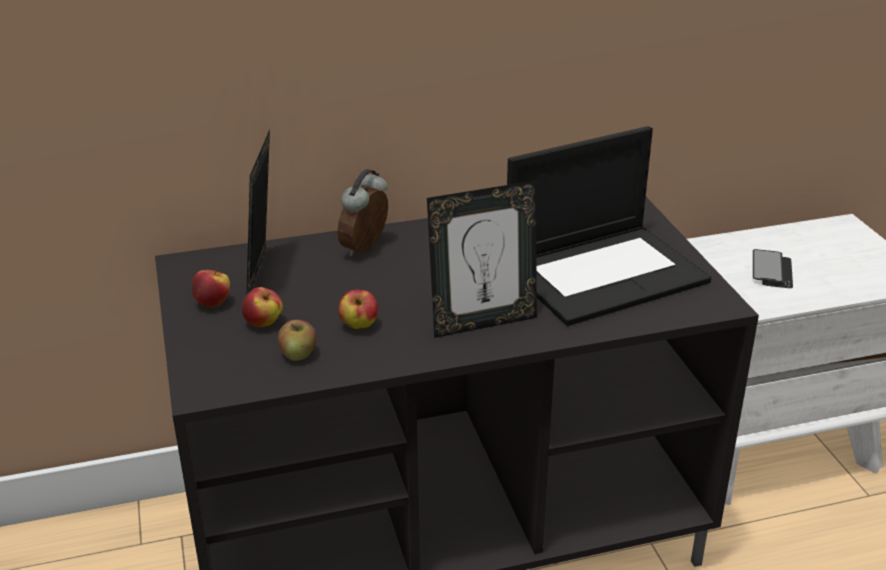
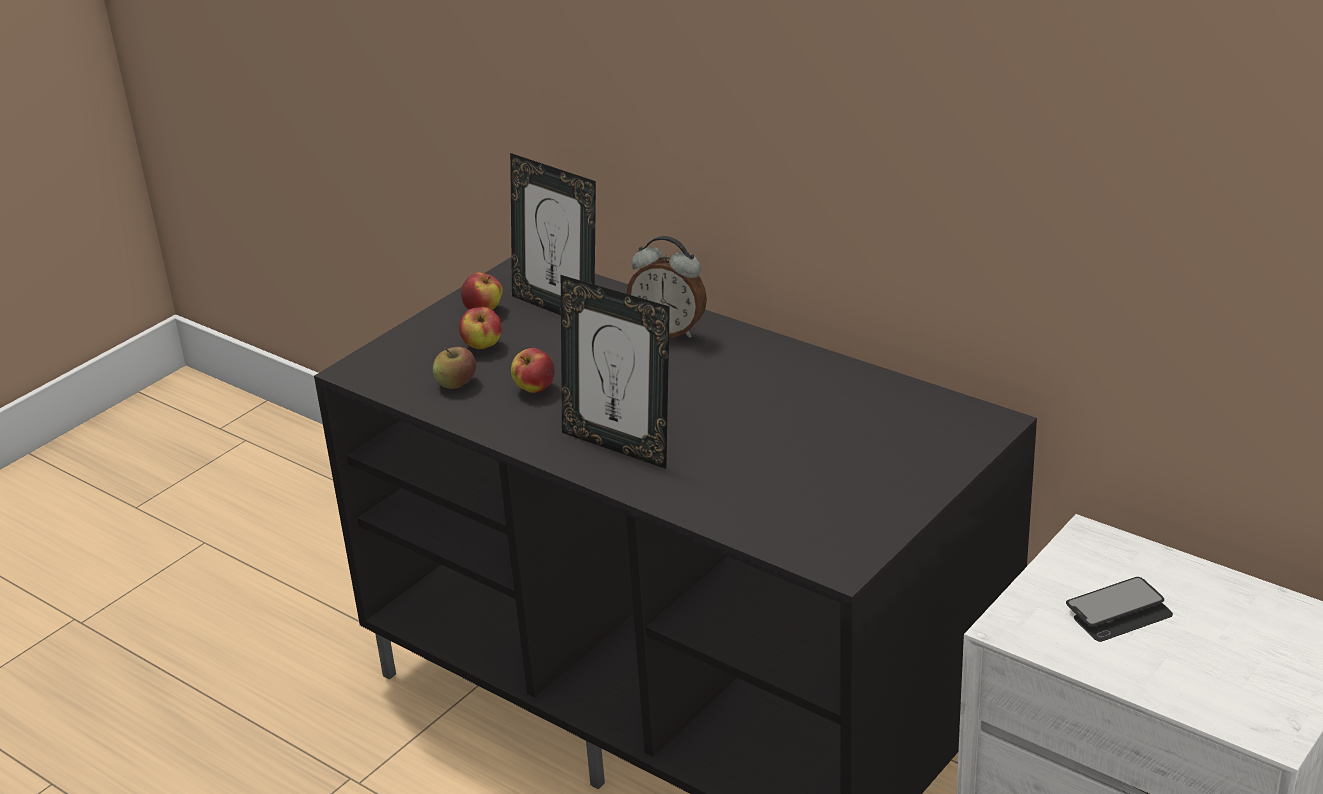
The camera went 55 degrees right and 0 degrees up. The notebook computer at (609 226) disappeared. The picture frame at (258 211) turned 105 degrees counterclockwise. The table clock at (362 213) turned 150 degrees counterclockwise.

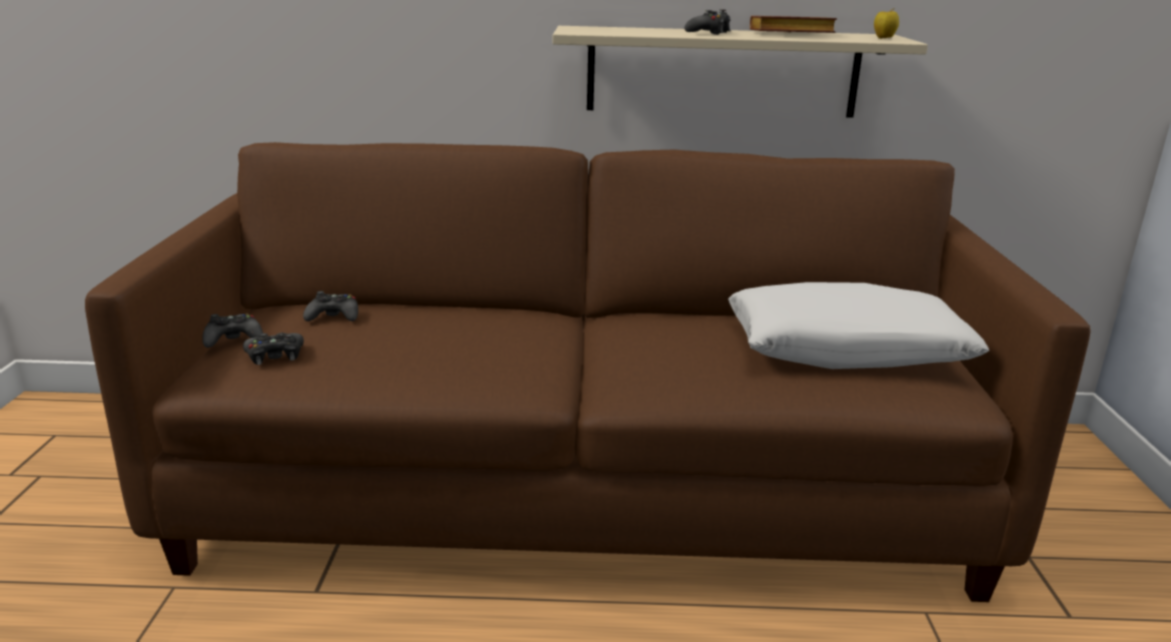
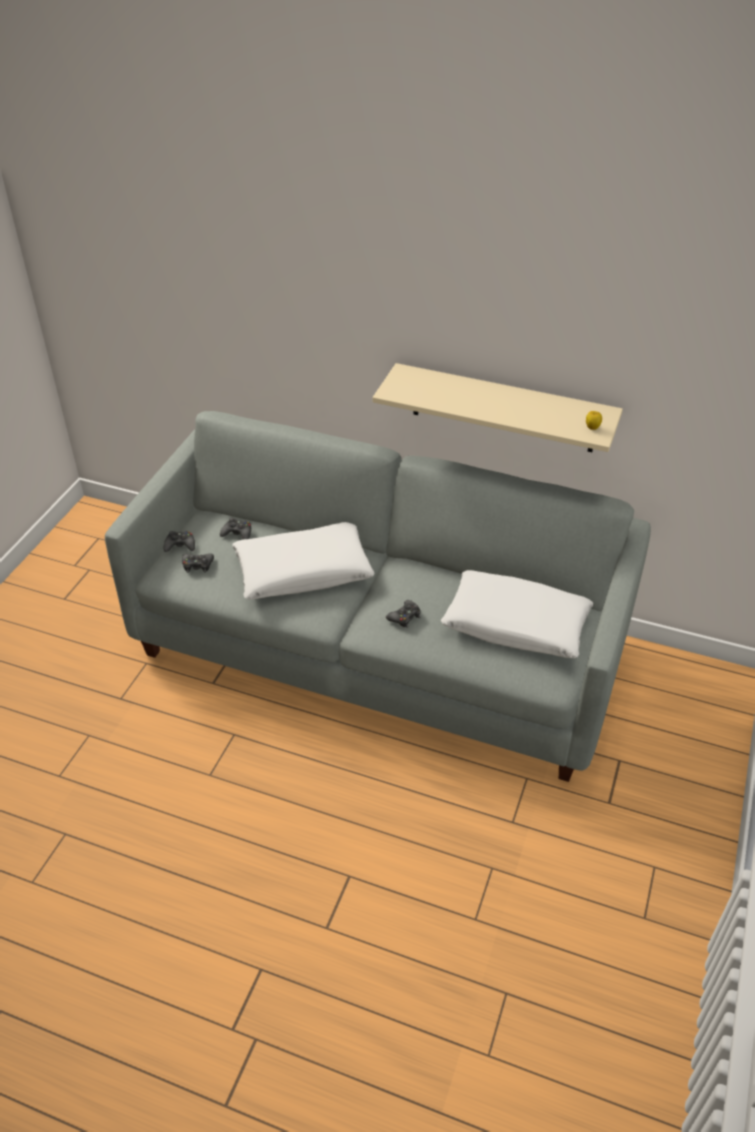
The camera went 20 degrees right and 20 degrees up. The brown book at (793 24) disappeared. The white-coloured throw pillow at (303 560) appeared. The black gamepad moved from (707 22) to (403 613). The brown couch at (587 372) became the gray couch at (378 596).

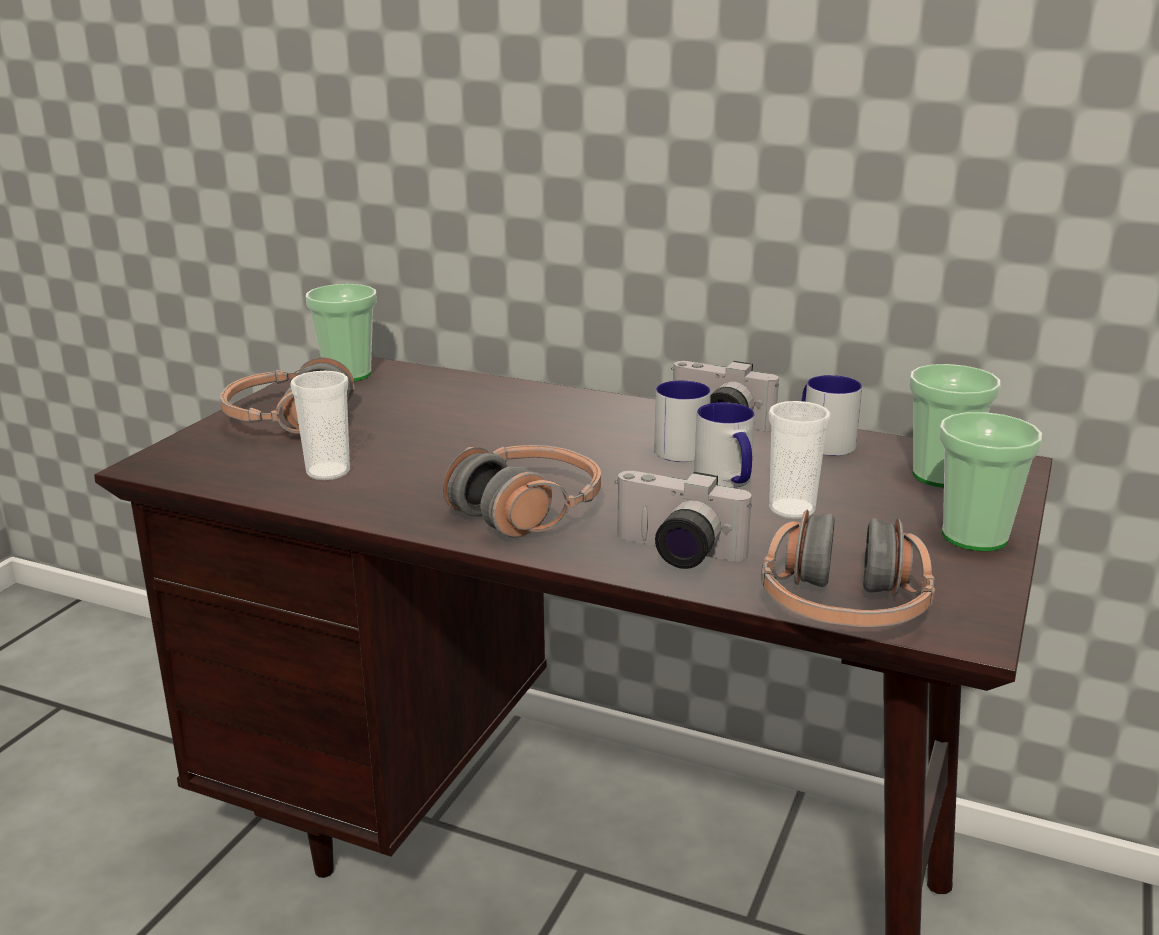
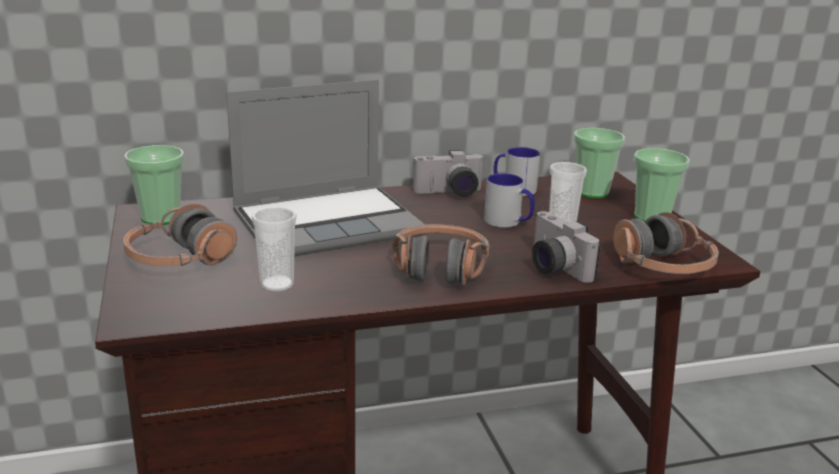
The camera went 40 degrees left and 0 degrees up. The coffee mug at (682 421) disappeared. The notebook computer at (325 168) appeared. The photo camera at (683 520) turned 75 degrees clockwise.

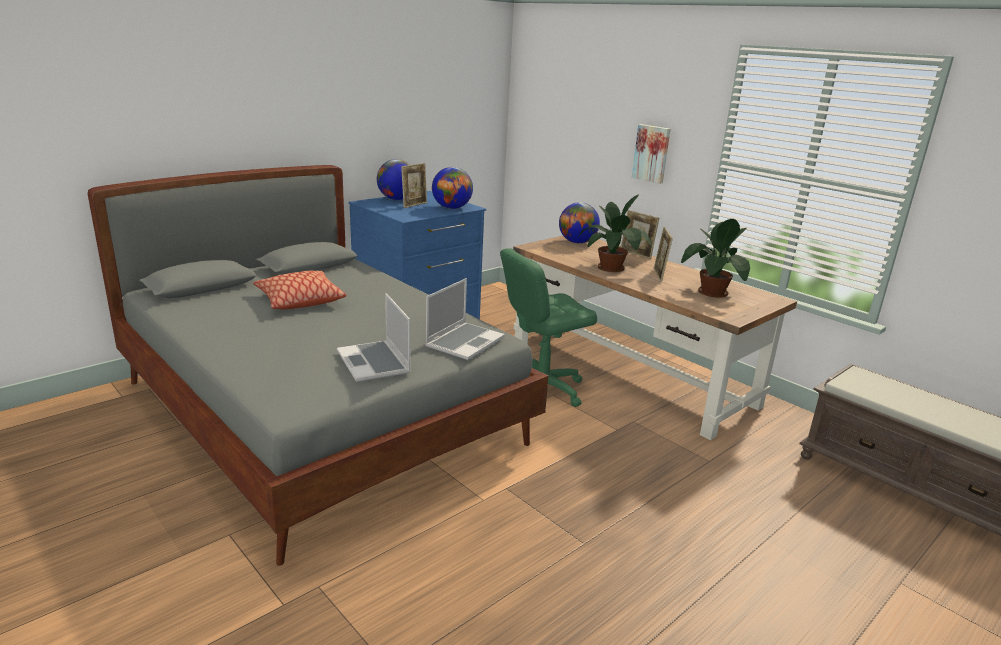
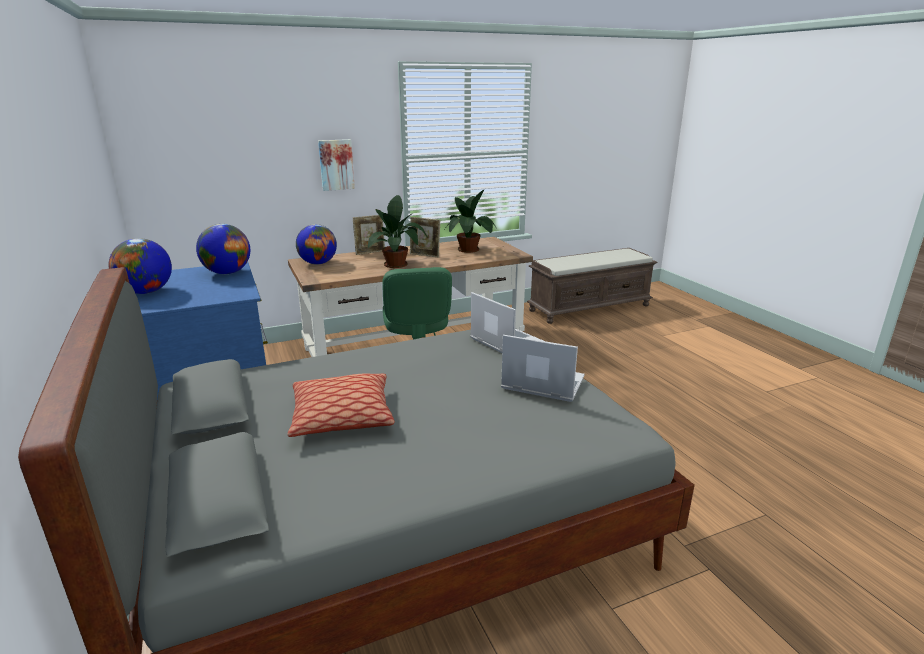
The camera went 70 degrees left and 0 degrees up. The picture frame at (414 185) disappeared. The notebook computer at (374 337) turned 150 degrees counterclockwise.

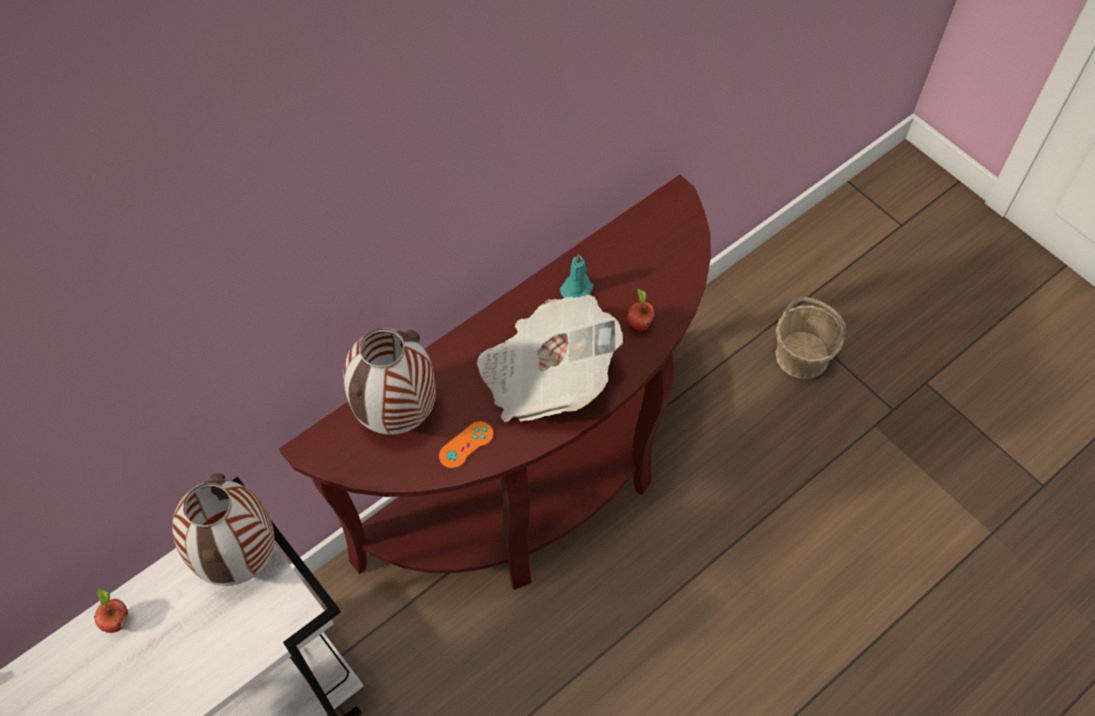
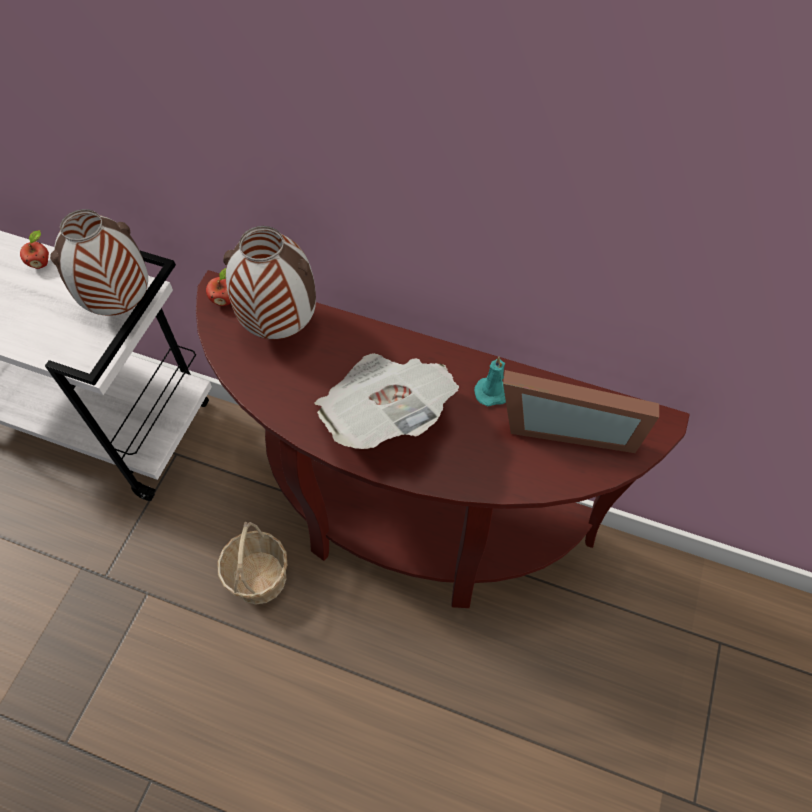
The camera went 60 degrees right and 0 degrees up. The orangey gamepad at (466 444) disappeared. The picture frame at (581 411) appeared. The apple moved from (640 309) to (218 287). The household basket moved from (810 338) to (252 563).

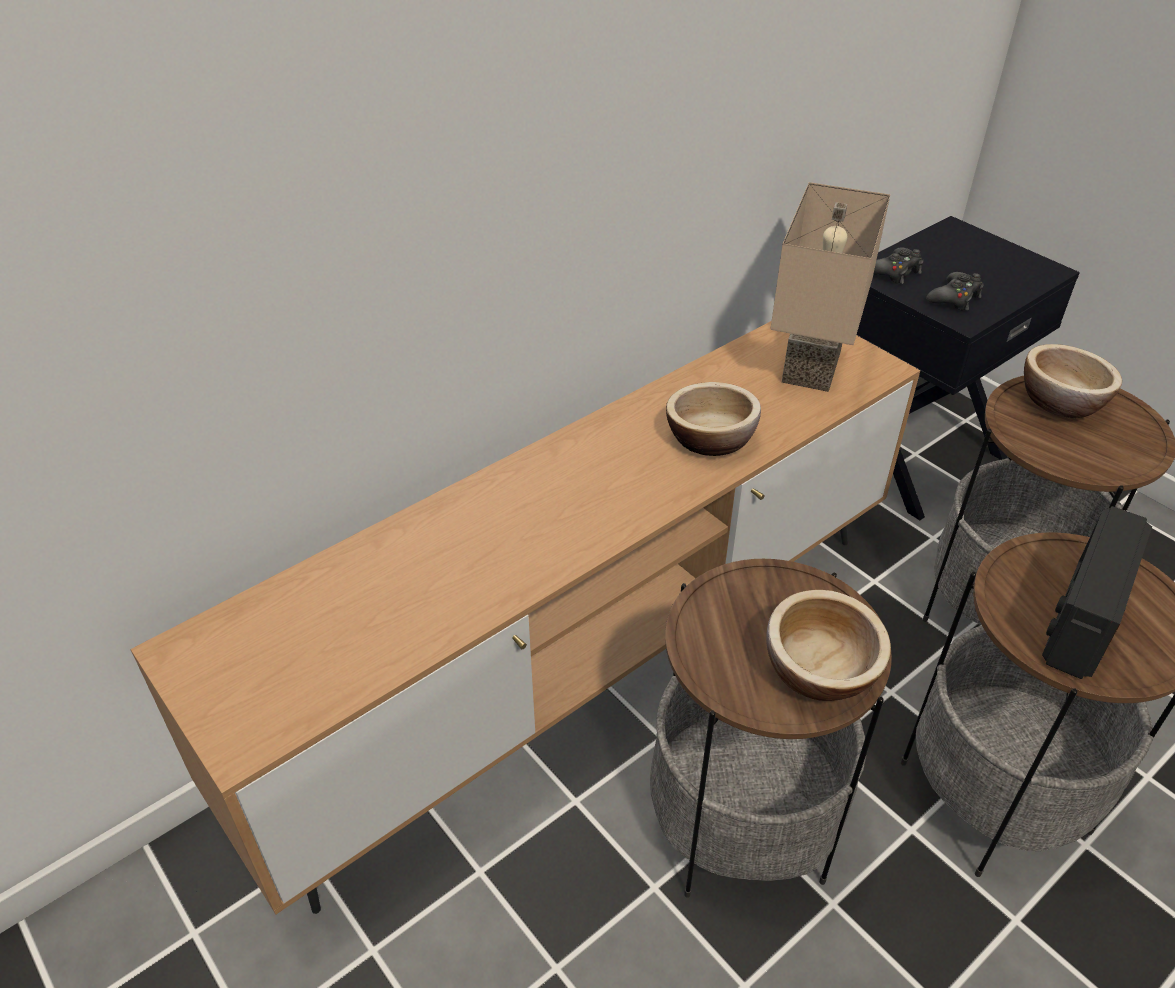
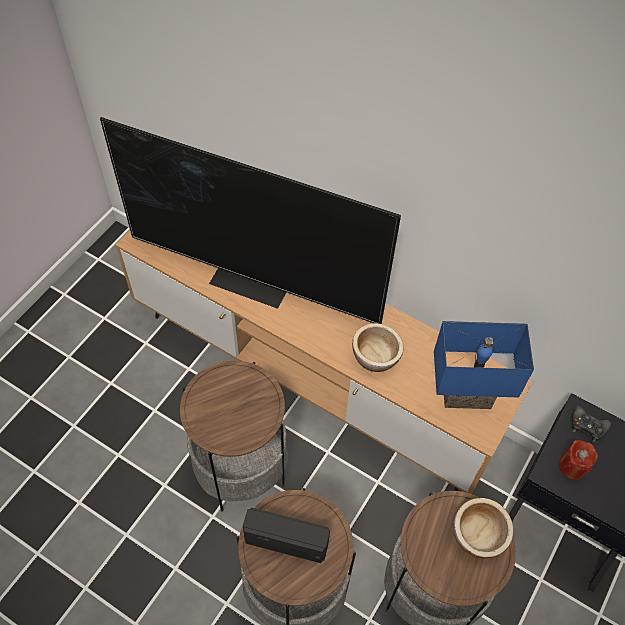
The camera went 70 degrees right and 15 degrees up. The serving bowl at (828 645) disappeared. The TV at (250 220) appeared. The black gamepad at (955 291) was replaced by the red candle at (578 460). The sand-coloured tabletop lamp at (830 287) became the bluish tabletop lamp at (484 365).

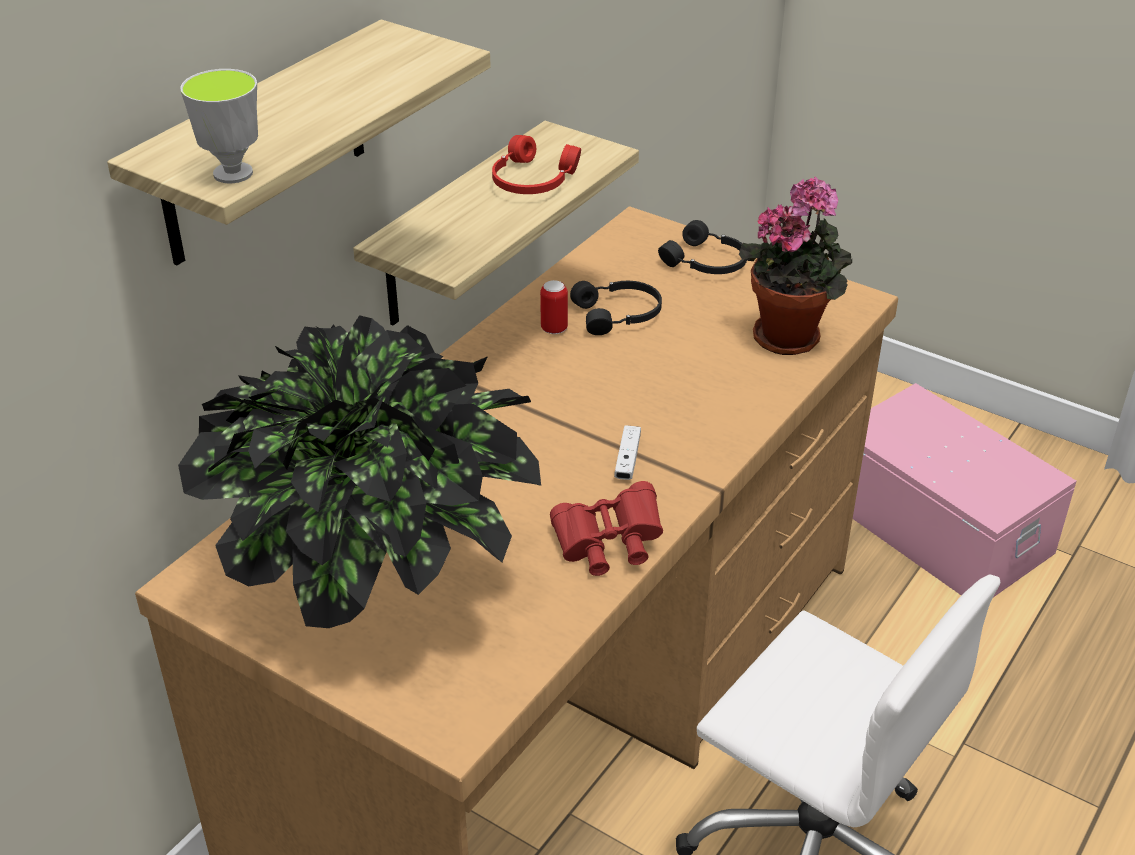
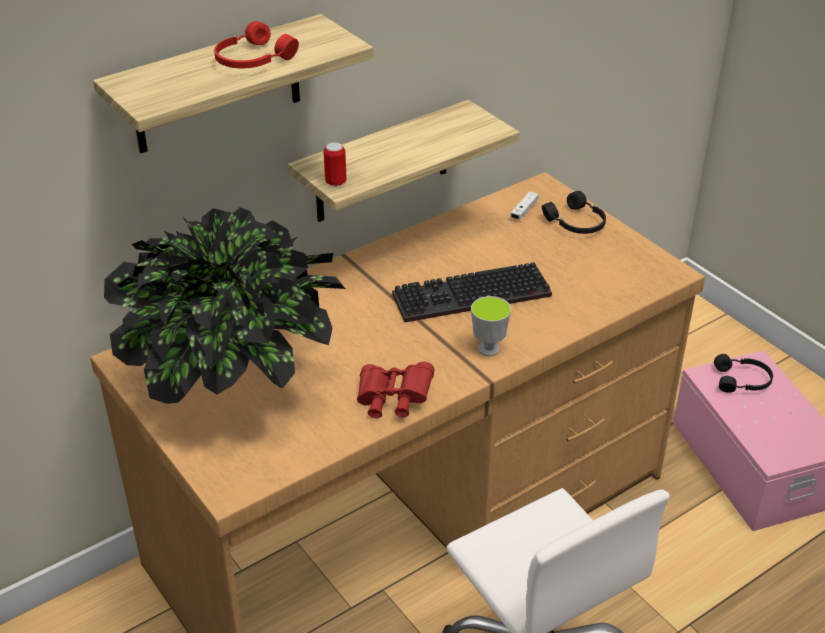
The camera went 20 degrees right and 0 degrees up. The plant in a pot at (795 266) disappeared. The keyboard at (472 292) appeared. The cup moved from (219 126) to (491 326). The red pair of headphones moved from (536 164) to (256 44). The can moved from (554 307) to (335 164). The black pair of headphones moved from (616 308) to (743 373). The white-coloured gamepad moved from (627 452) to (524 205).

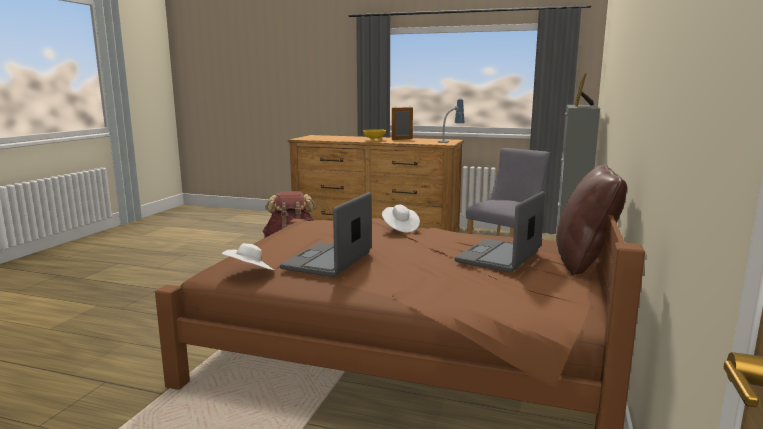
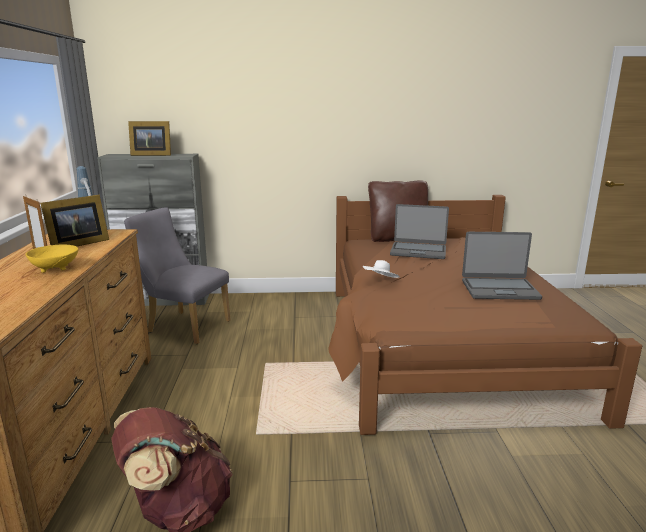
The camera went 110 degrees left and 5 degrees up. The white-coloured hat at (248 256) disappeared. The picture frame at (74 221) appeared.

